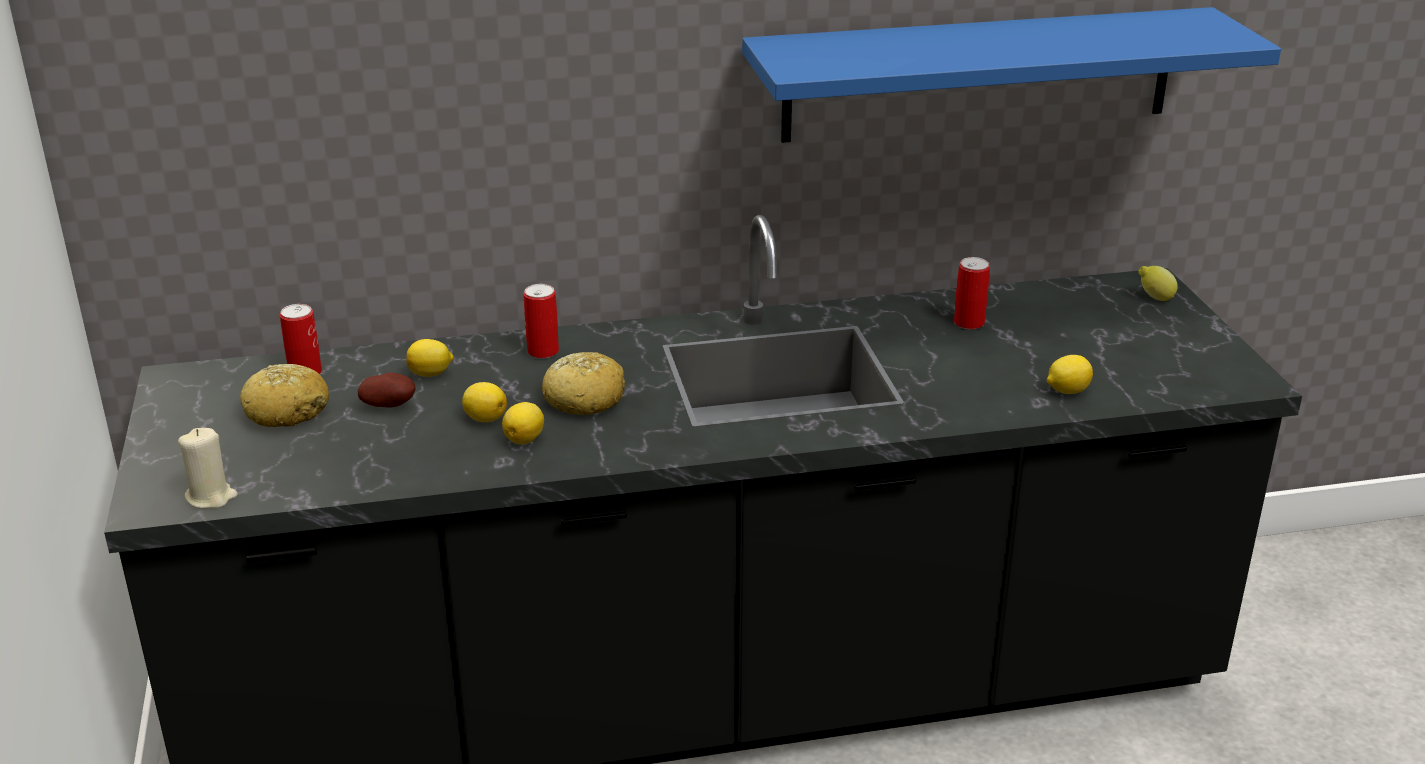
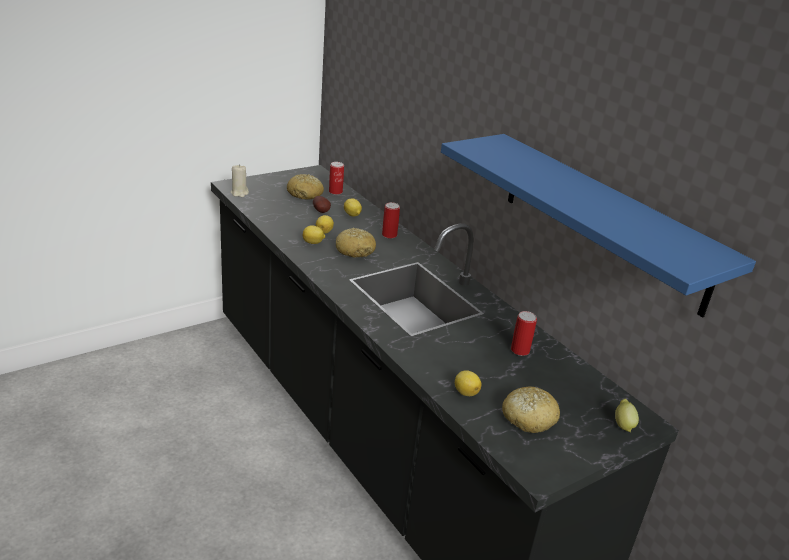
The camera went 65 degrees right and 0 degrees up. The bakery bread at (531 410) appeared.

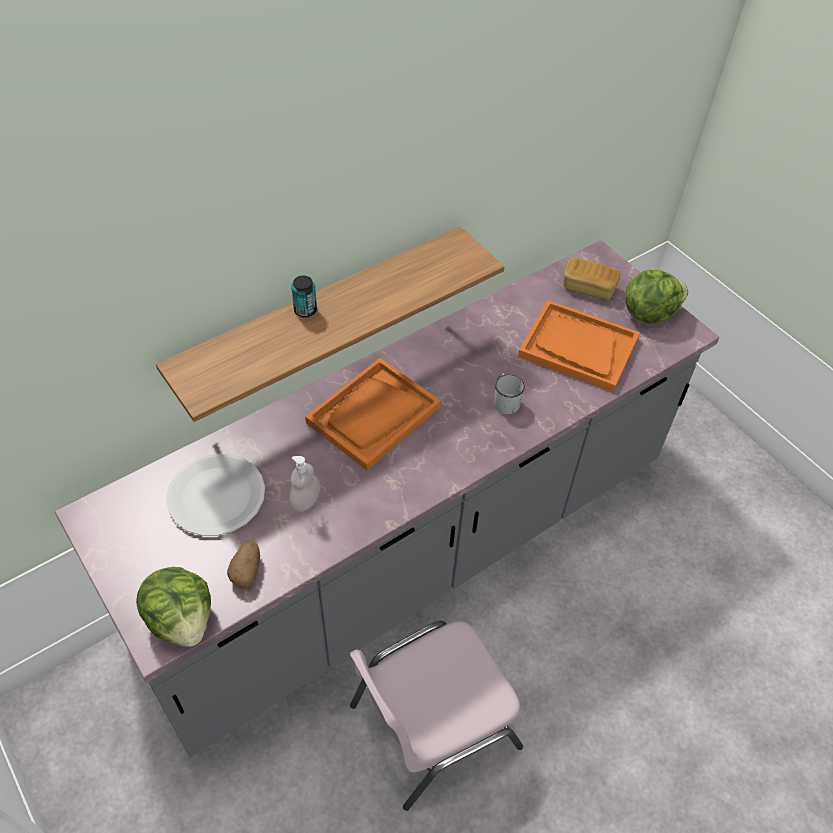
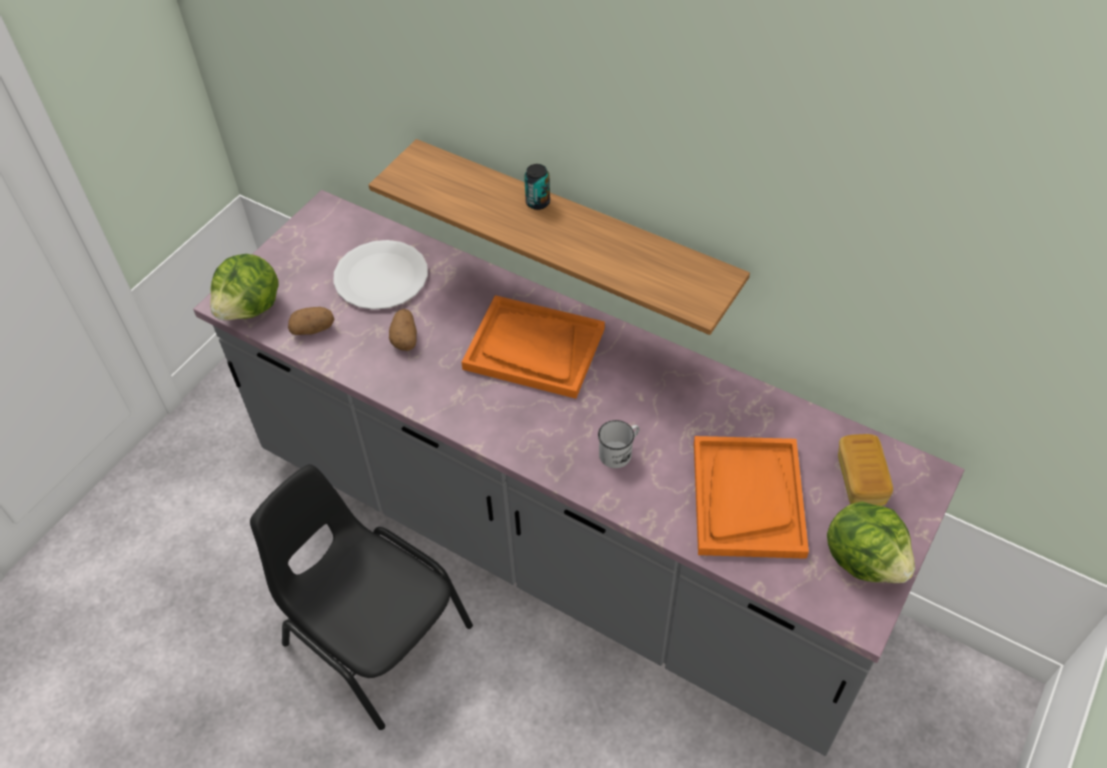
The camera went 70 degrees right and 0 degrees up. The soap dispenser at (304 484) was replaced by the whole potato at (403 330). The pink-coloured chair at (436 716) became the black chair at (361 597).

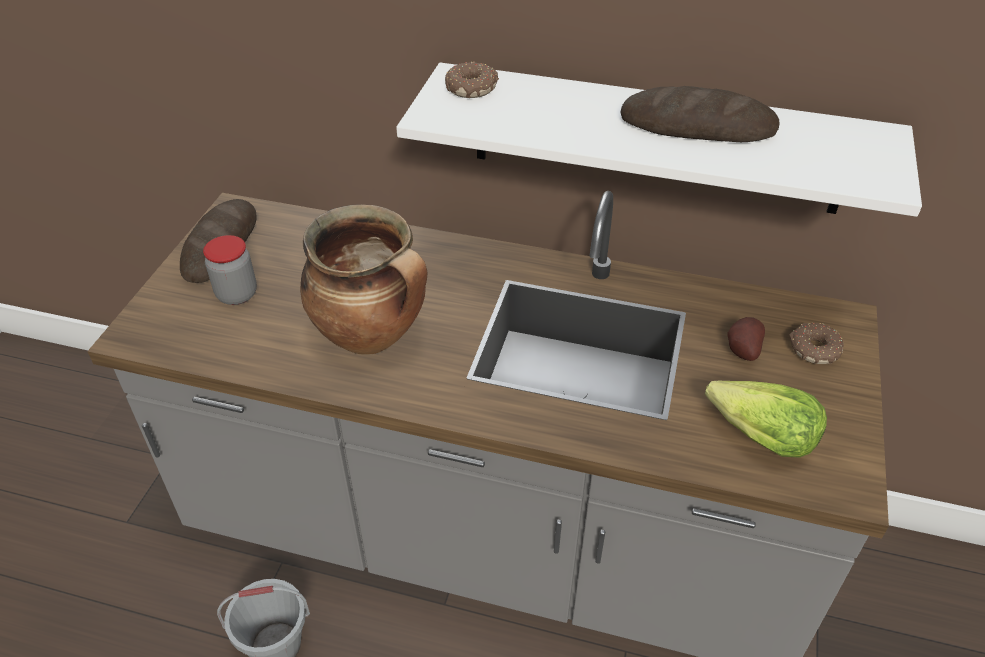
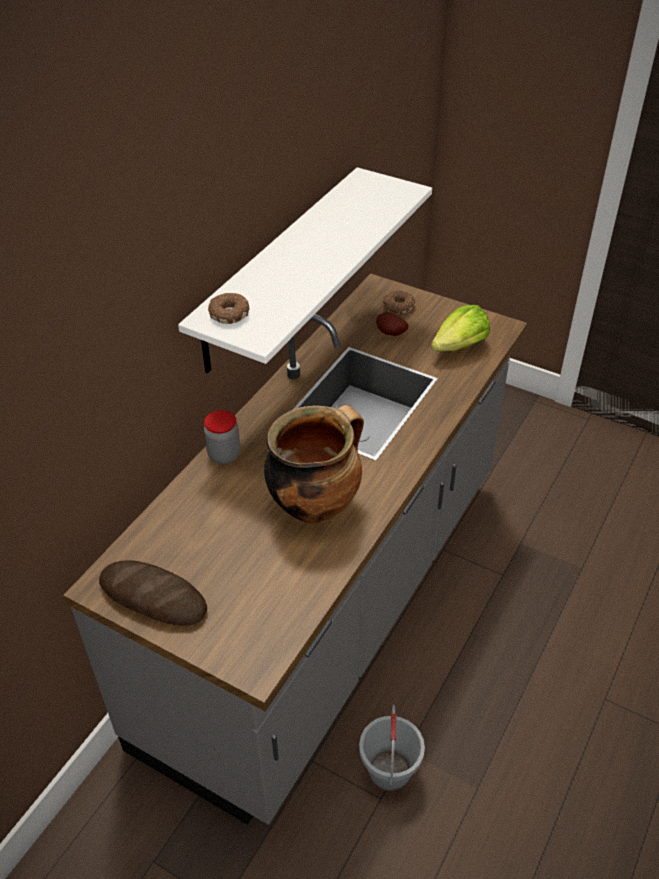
The camera went 75 degrees left and 0 degrees up. The bakery bread at (700 114) disappeared. The jar moved from (230 270) to (222 437).

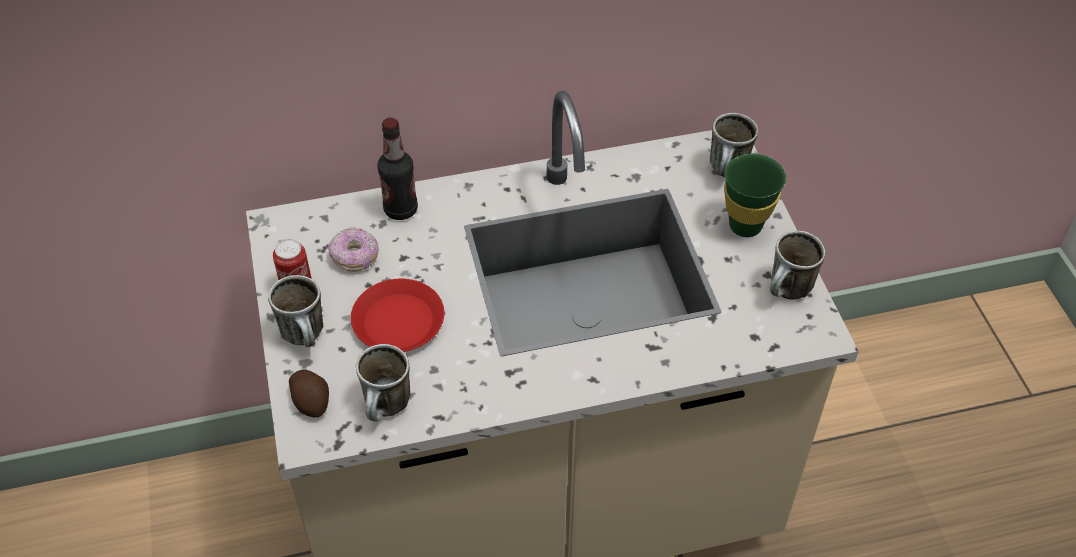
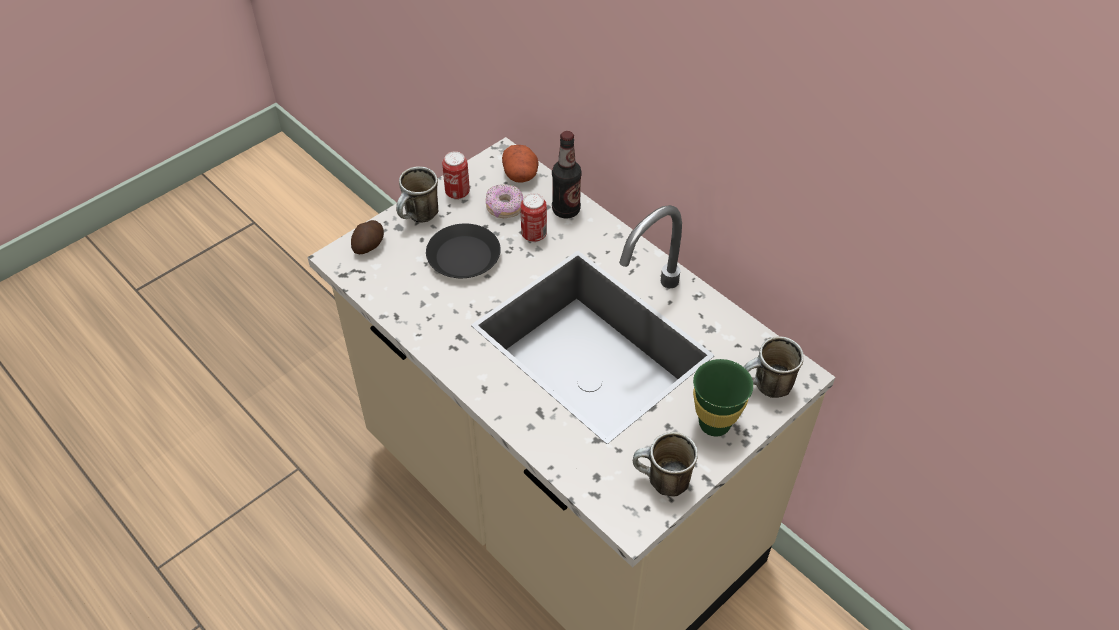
The camera went 60 degrees right and 0 degrees up. The coffee mug at (383 382) disappeared. The whole potato at (520 164) appeared. The can at (533 217) appeared. The red plate at (397 315) became the black plate at (463 250).

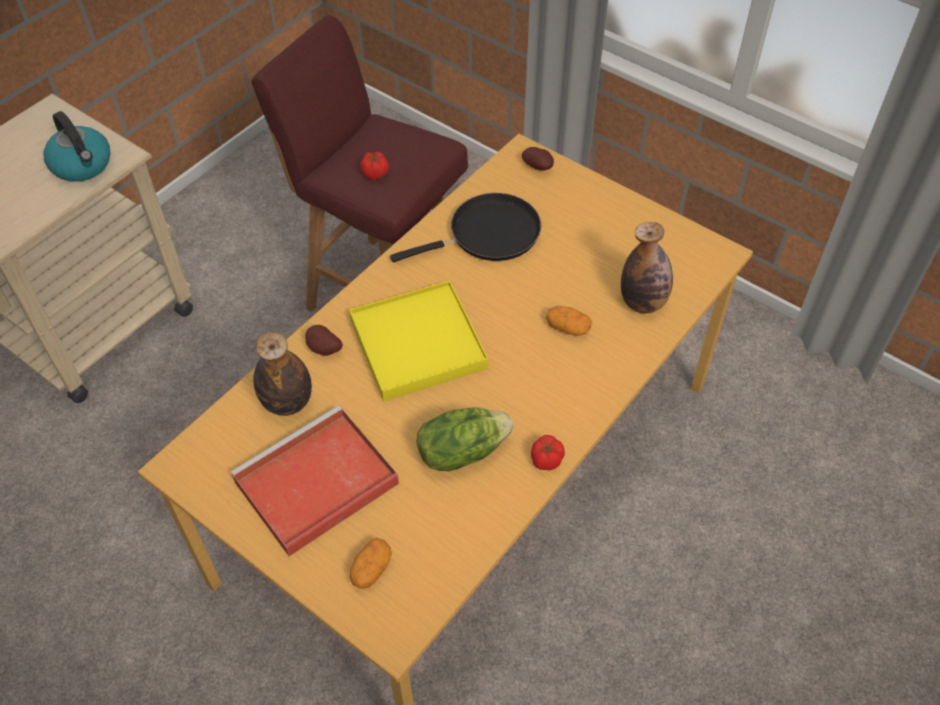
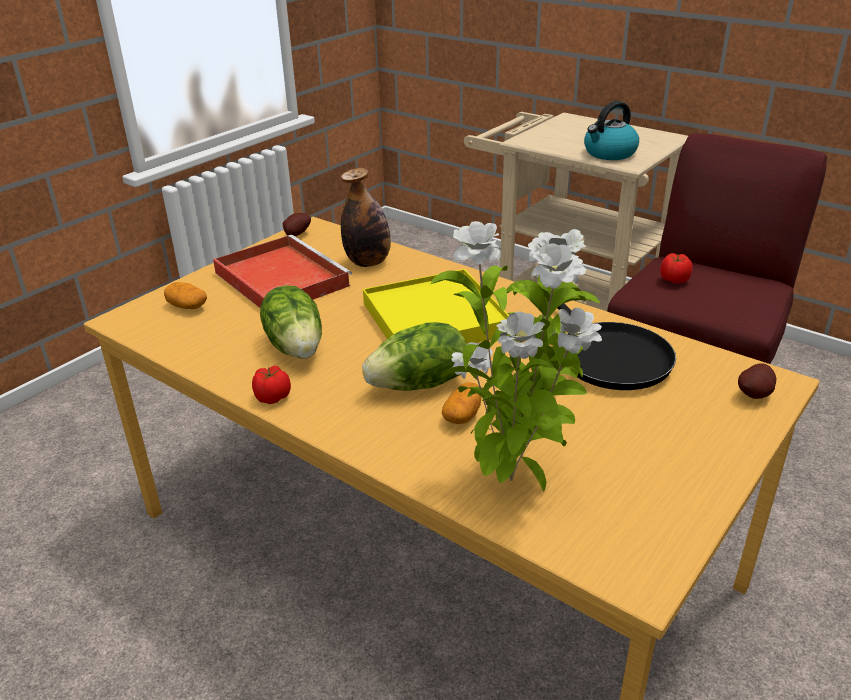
The camera went 90 degrees right and 20 degrees down. The lettuce at (414 356) appeared. The whole potato moved from (324 340) to (297 224). The bottle at (647 268) was replaced by the plant in a pot at (516 356).

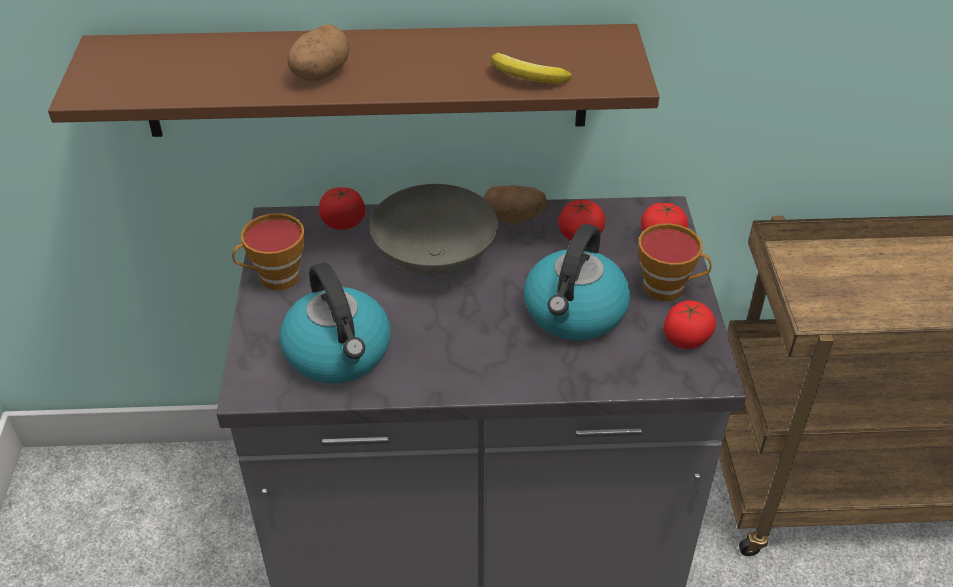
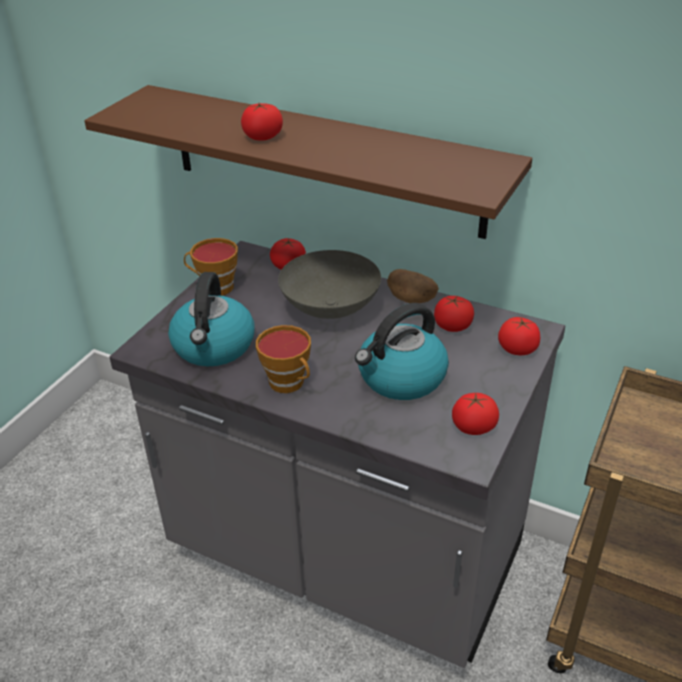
The camera went 30 degrees right and 5 degrees down. The banana fruit at (531 68) disappeared. The cup moved from (675 262) to (283 359). The whole potato at (319 52) was replaced by the whole tomato at (262 122).

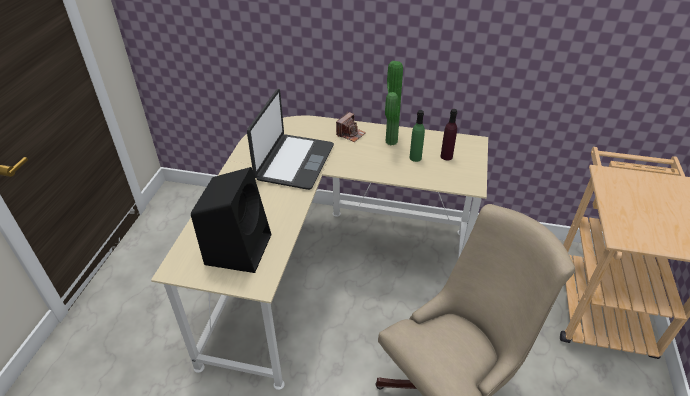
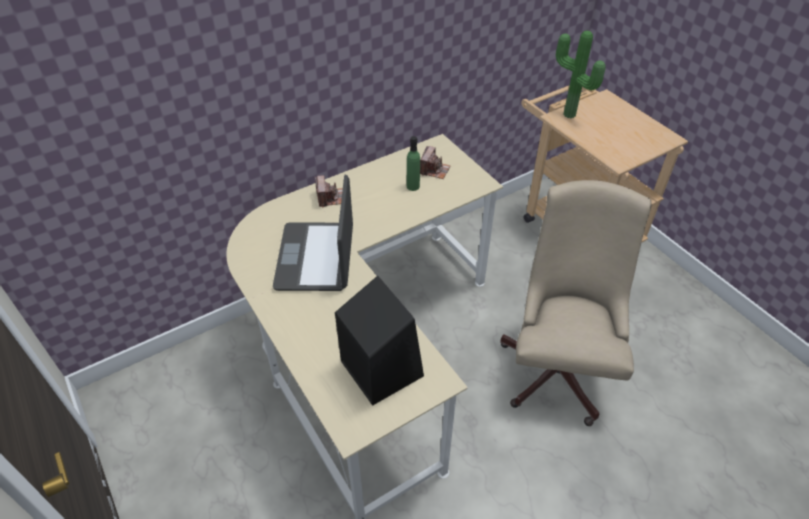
The camera went 45 degrees left and 5 degrees up. The plant in a pot moved from (394 103) to (581 74). The purplish bottle at (449 134) was replaced by the photo camera at (435 162). The notebook computer at (290 139) turned 150 degrees counterclockwise.

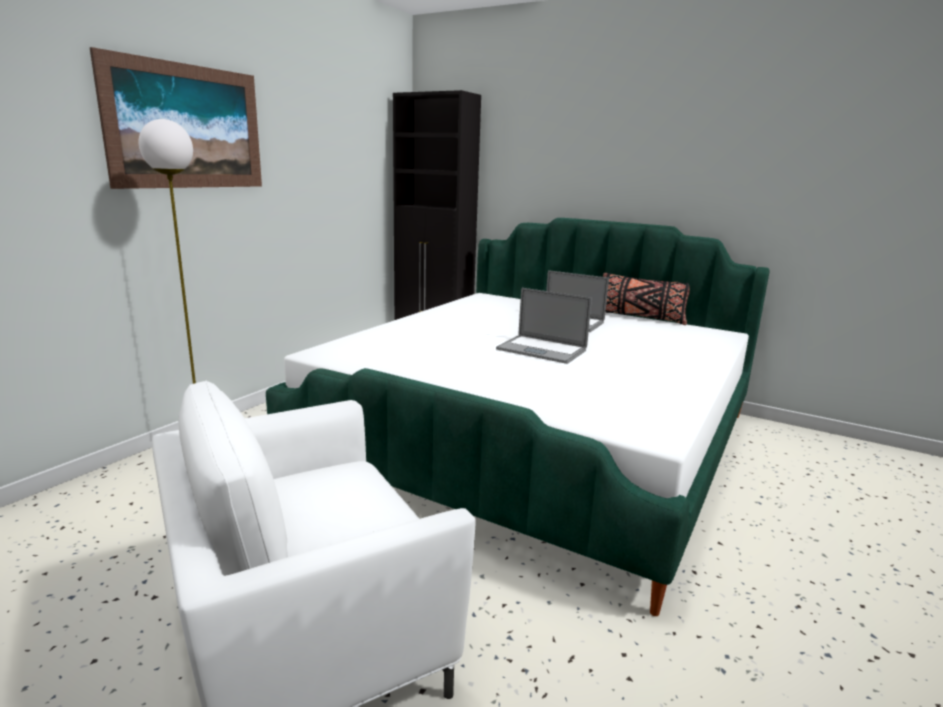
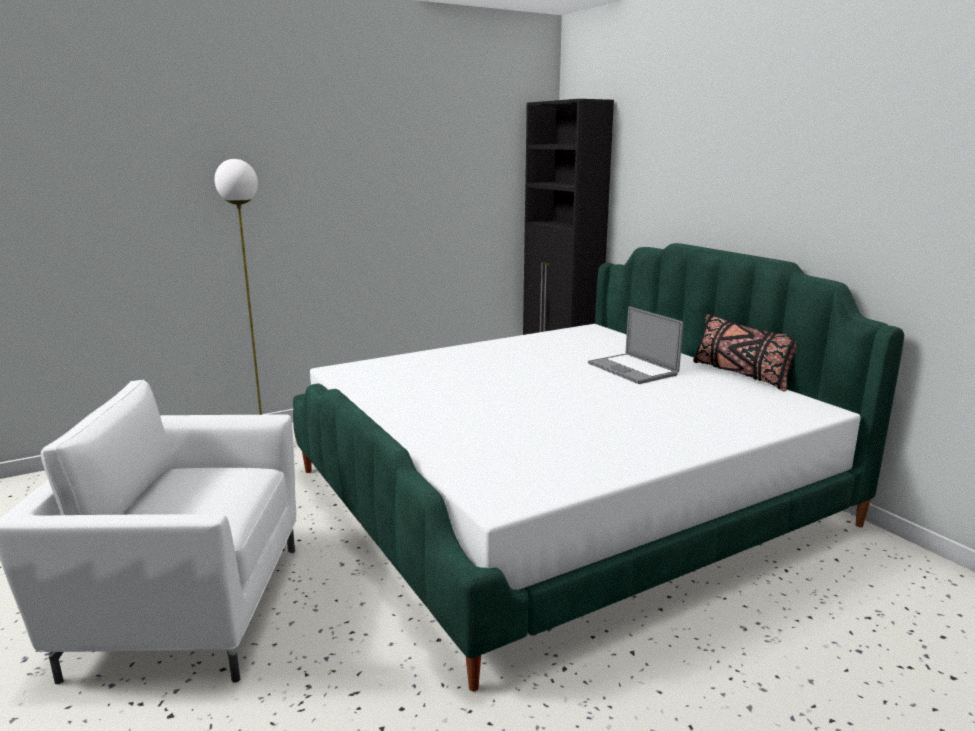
The camera went 30 degrees right and 0 degrees up. The wall art at (175 118) disappeared. The notebook computer at (544 326) disappeared.

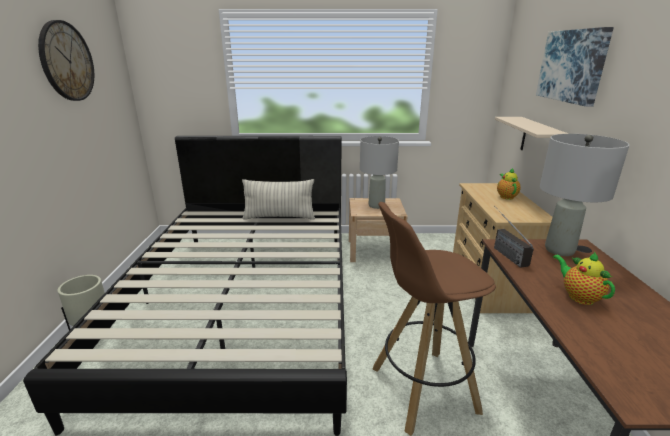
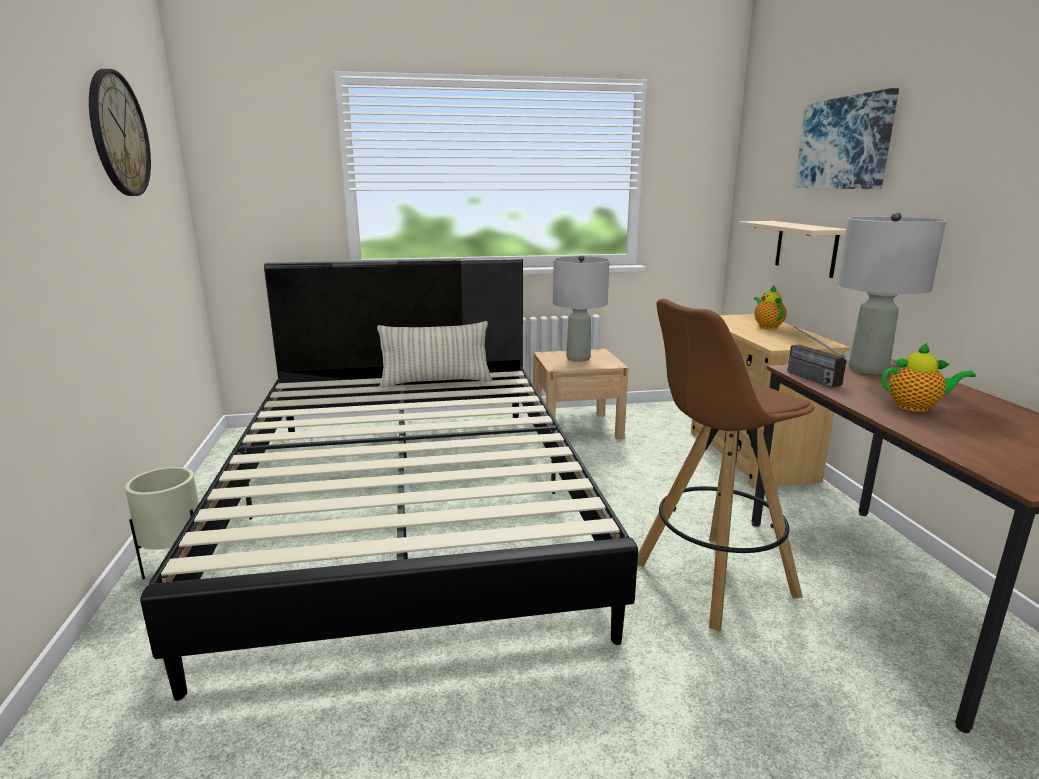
The camera went 10 degrees left and 5 degrees down. The pot for tea at (584 278) turned 135 degrees clockwise.

